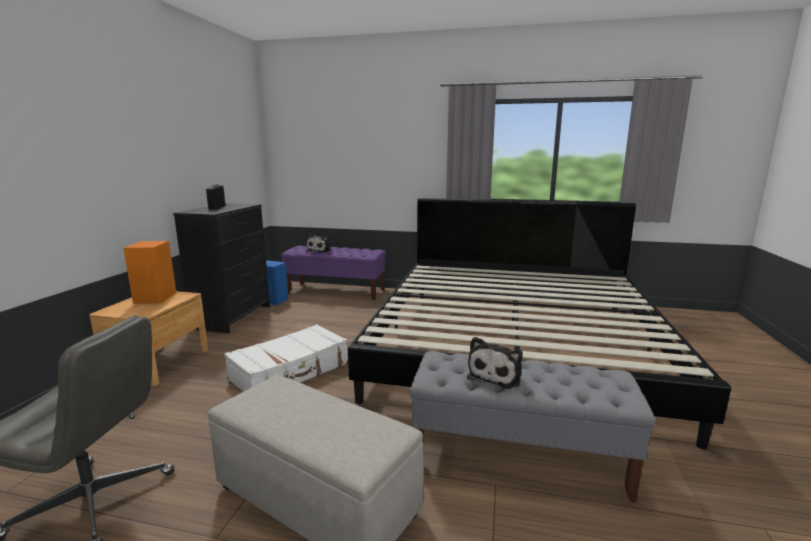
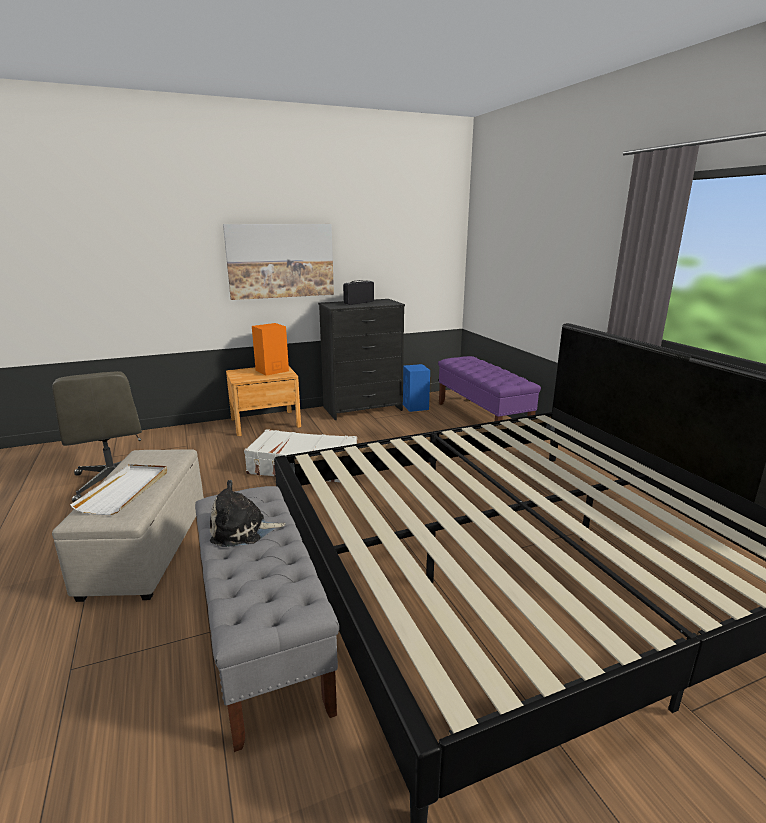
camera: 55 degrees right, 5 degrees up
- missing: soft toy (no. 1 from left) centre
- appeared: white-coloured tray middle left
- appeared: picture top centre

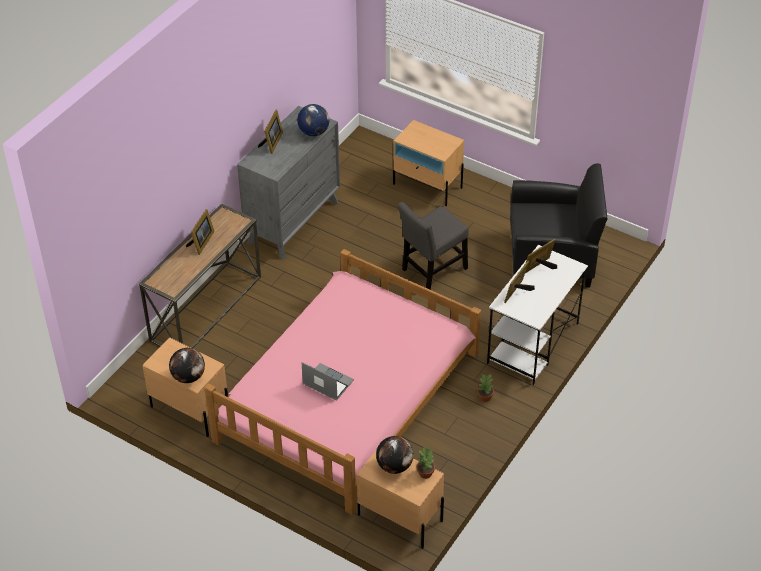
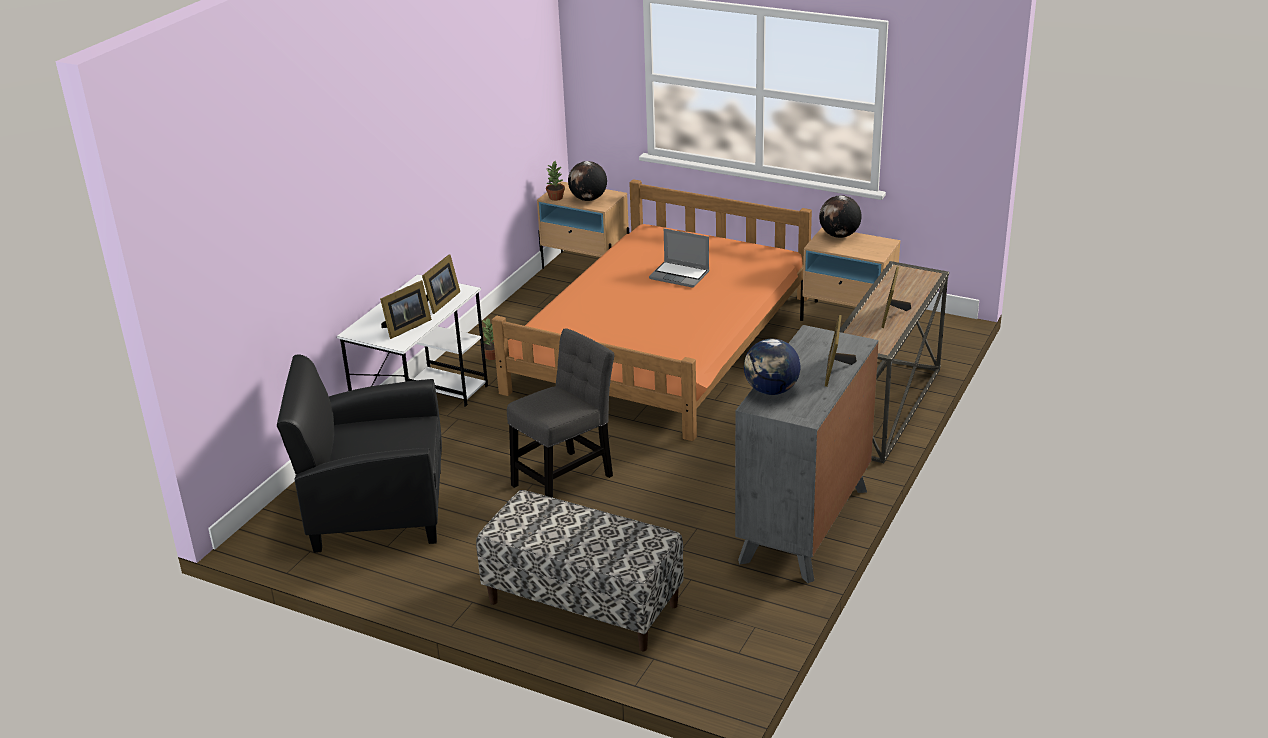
camera: 175 degrees right, 15 degrees down
- exchanged: beige-coloured nightstand (no. 3 from left) top centre to long seat bottom centre
- colour: pink-coloured bed bottom centre to orange bed centre

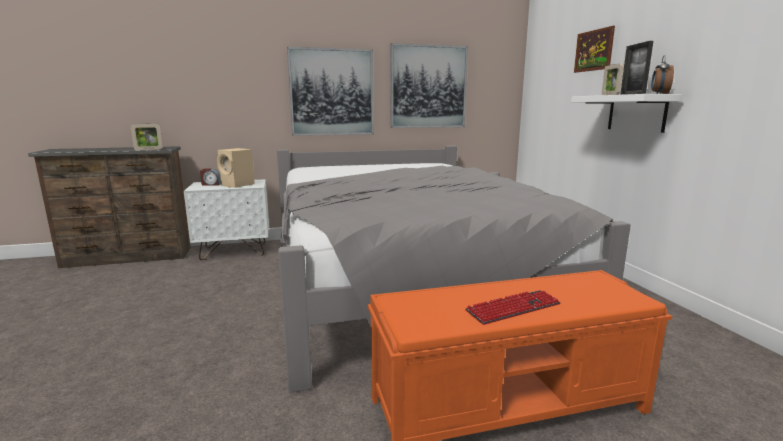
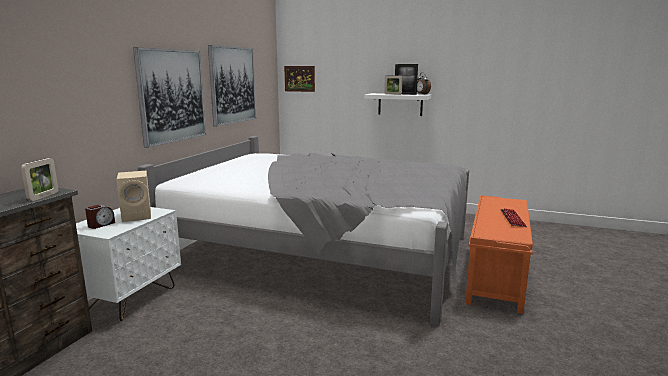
camera: 55 degrees left, 0 degrees up
- relocated: picture (no. 3 from left) top right to top centre

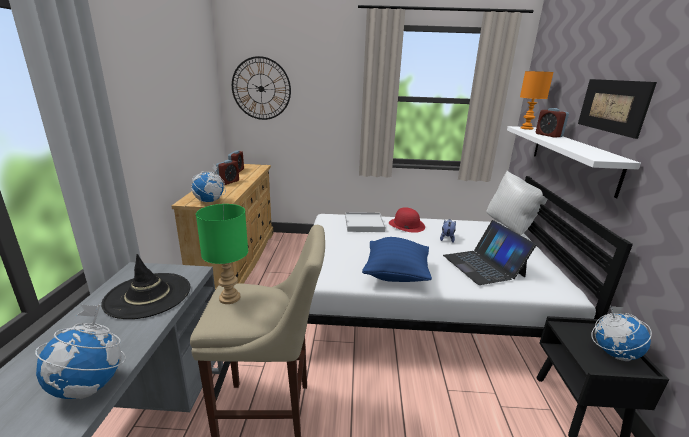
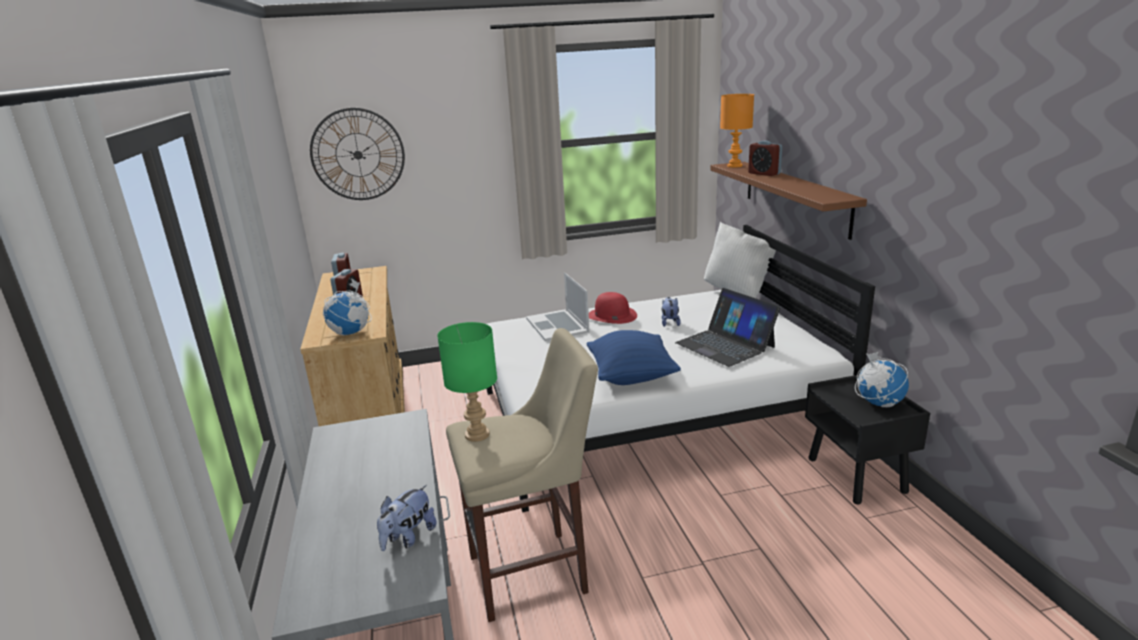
camera: 15 degrees left, 0 degrees up
- missing: black-coloured wearable hat middle left
- missing: picture top right
- exchanged: desk globe (no. 1 from left) bottom left to soft toy (no. 1 from left) bottom centre
- exchanged: white-coloured tray centre to laptop (no. 1 from left) centre
- colour: white-coloured bracket shelf middle right to brown bracket shelf top right

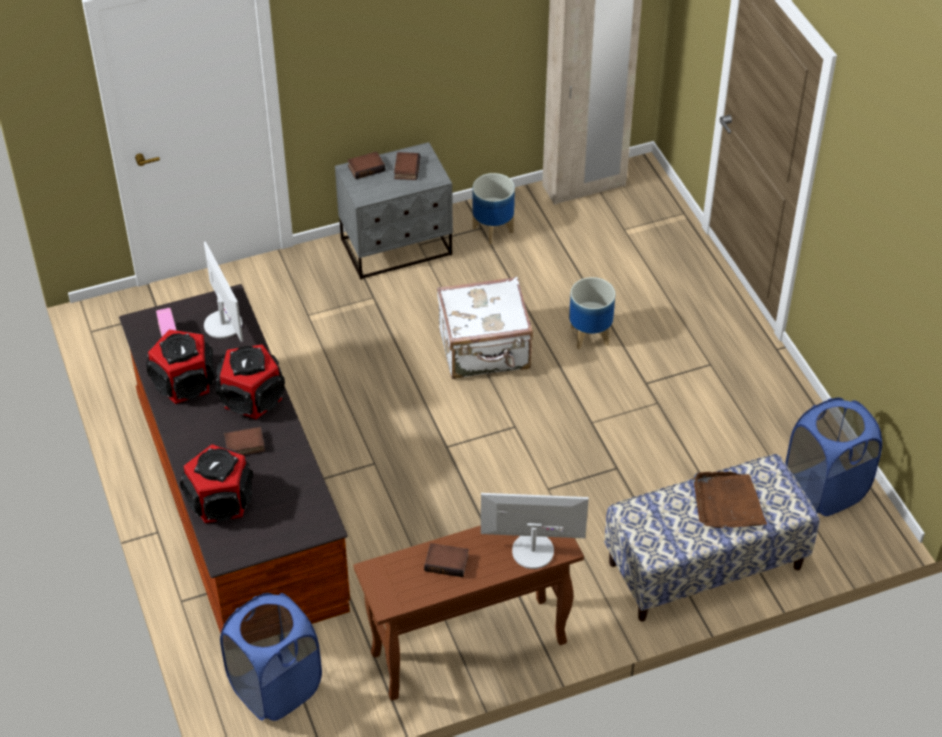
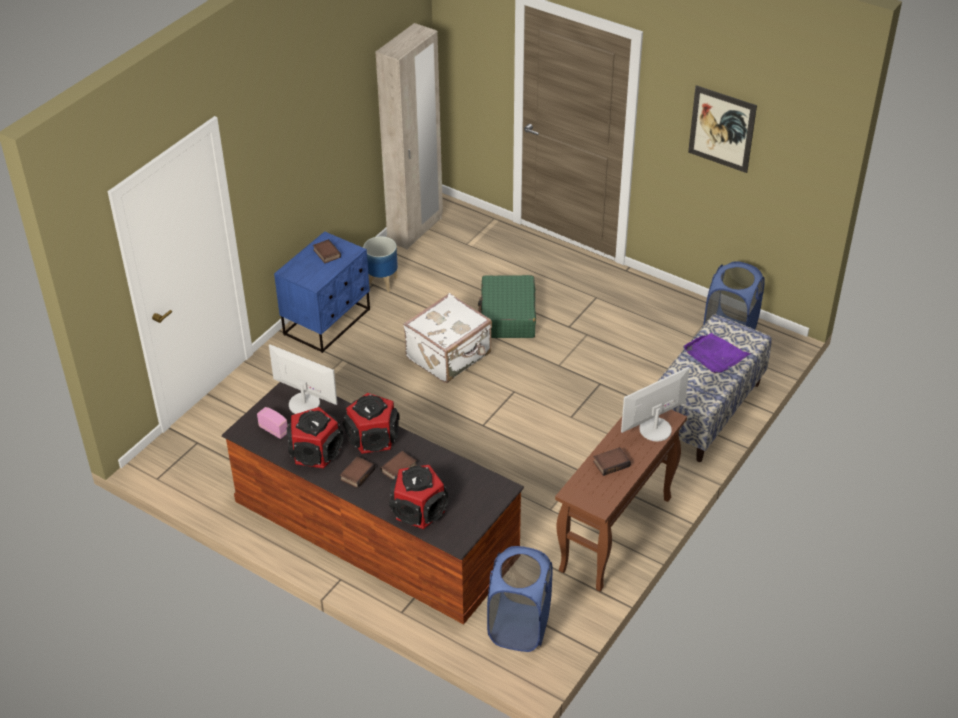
camera: 35 degrees left, 5 degrees down
- appeared: picture top right
- relocated: bound book (no. 2 from left) top centre to centre
- exchanged: plant pot (no. 2 from left) centre to green travel case centre
- colour: greyish nightstand top centre to bluish nightstand centre
- colour: brown tray bottom right to purplish tray middle right

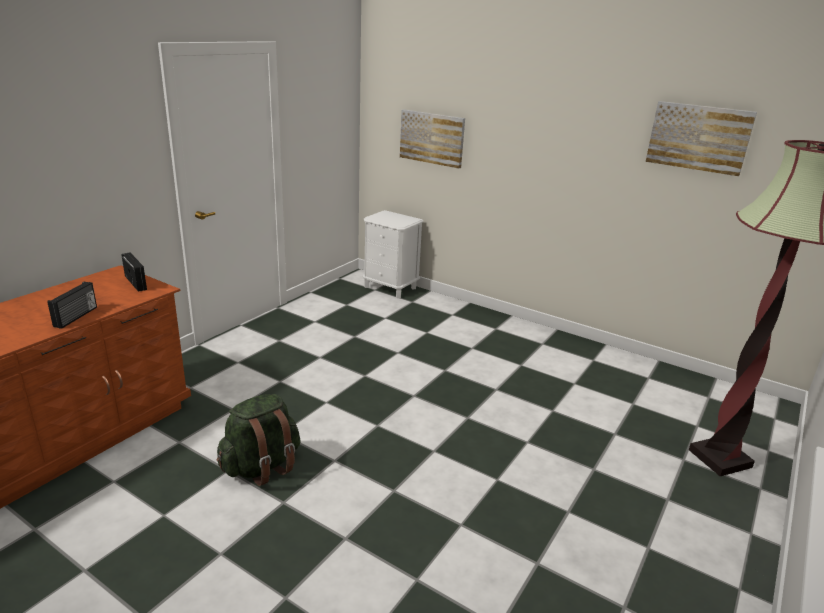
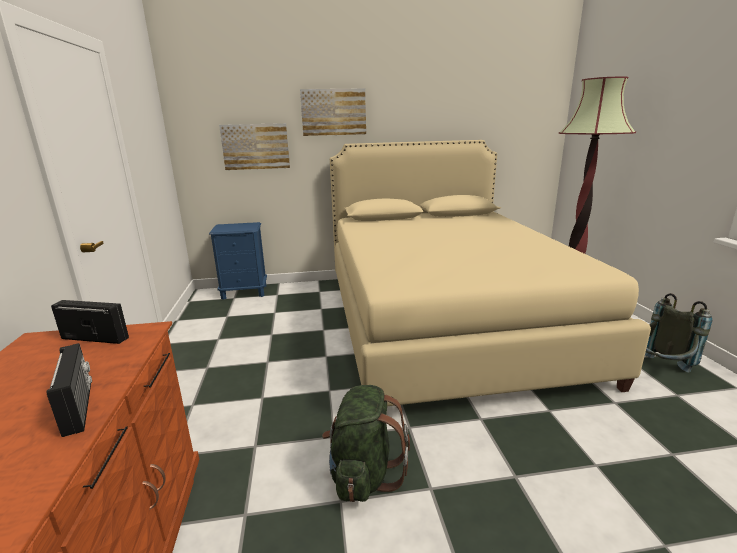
camera: 40 degrees left, 5 degrees down
- appeared: beige-coloured bed centre
- appeared: greyish backpack middle right
- relocated: picture (no. 2 from left) top right to top centre
- colour: white-coloured nightstand centre to bluish nightstand middle left

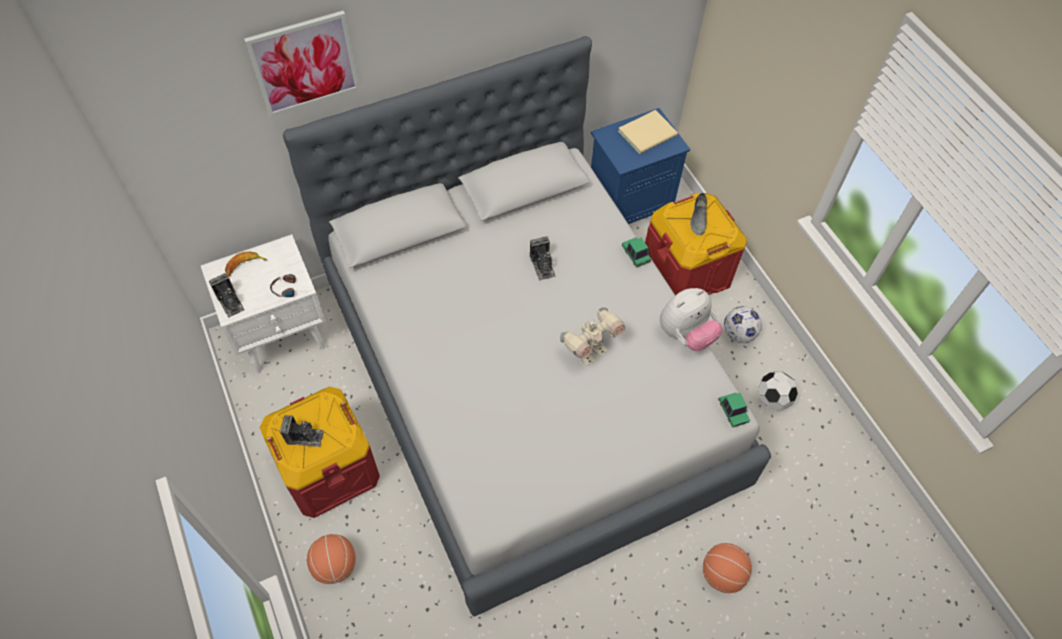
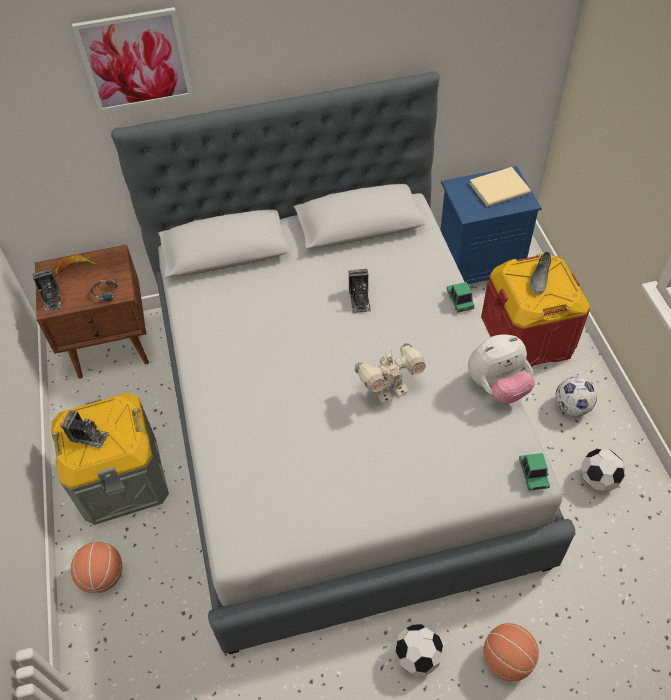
camera: 15 degrees right, 5 degrees down
- appeared: football (no. 1 from left) bottom centre
- colour: white-coloured nightstand middle left to brown nightstand middle left
- colour: red storage container (no. 1 from left) bottom left to greyish storage container middle left

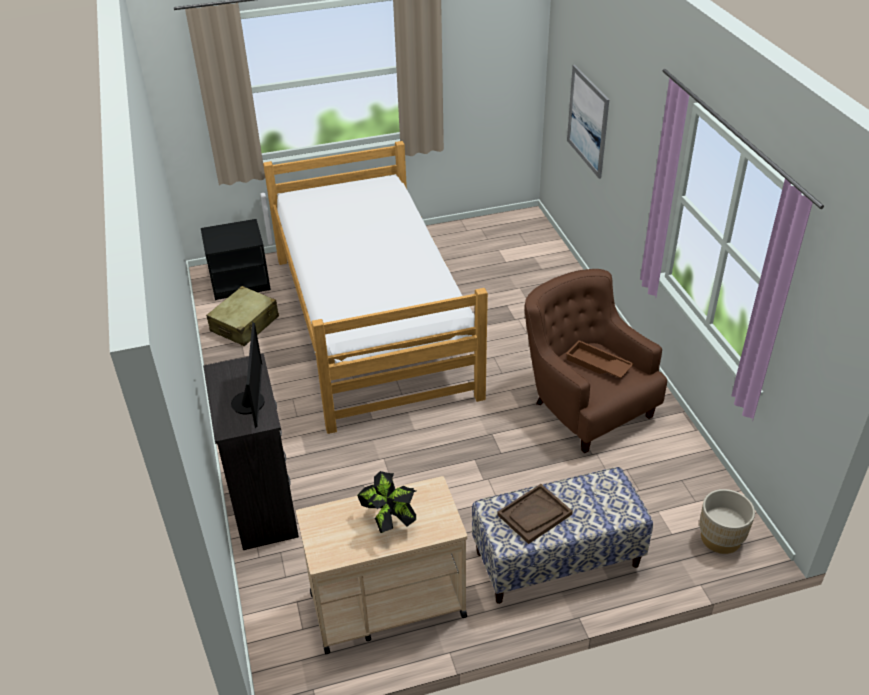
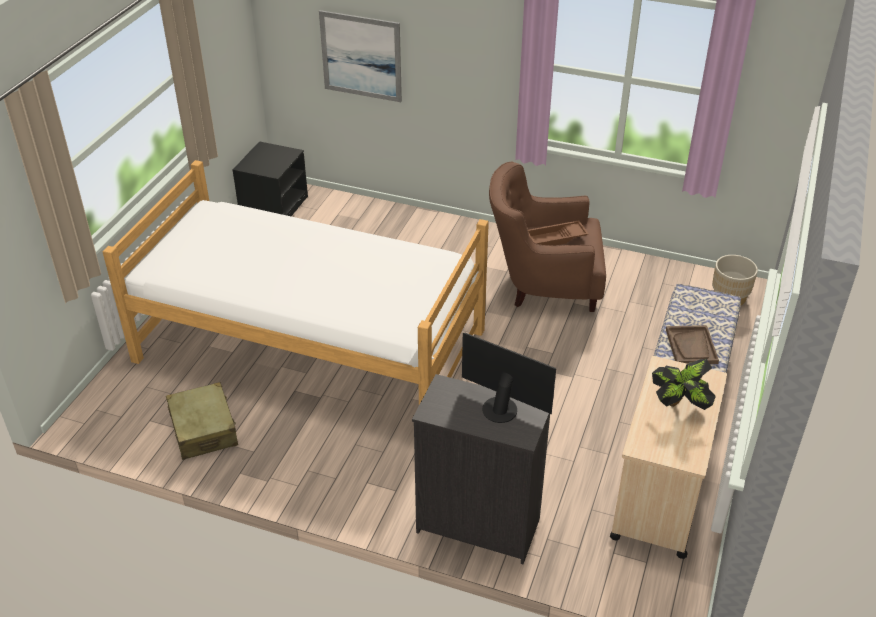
camera: 55 degrees left, 0 degrees up
- relocated: black-coloured nightstand middle left to top left

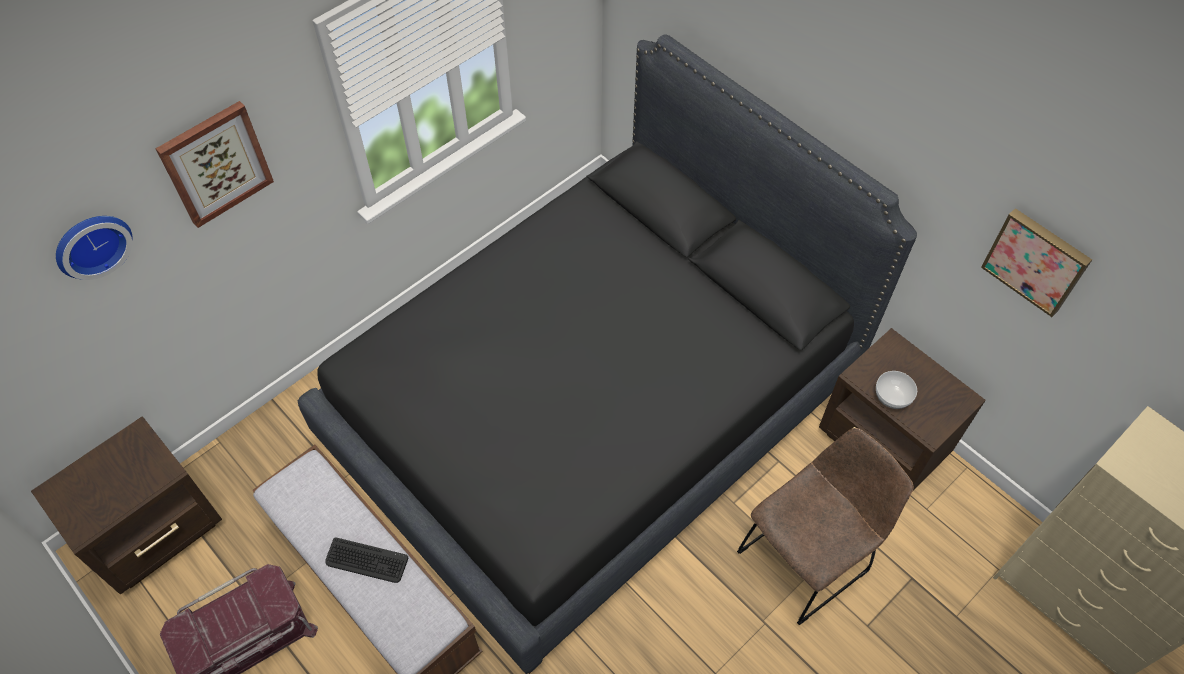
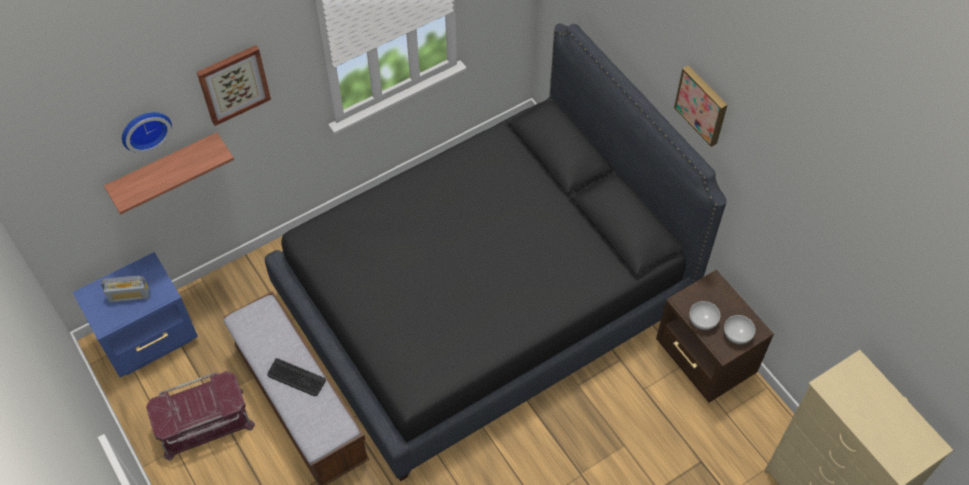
camera: 10 degrees right, 0 degrees up
- missing: brown upright chair bottom right
- appeared: radio set middle left
- appeared: bracket shelf middle left
- appeared: serving bowl (no. 2 from left) bottom right
- relocated: picture (no. 2 from left) middle right to top right
- colour: brown nightstand (no. 1 from left) bottom left to bluish nightstand middle left

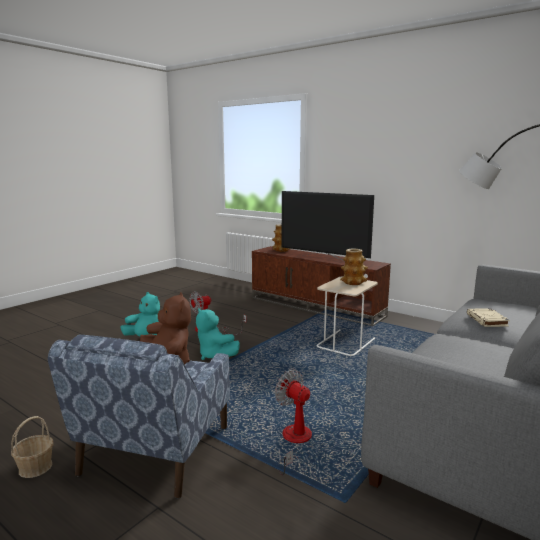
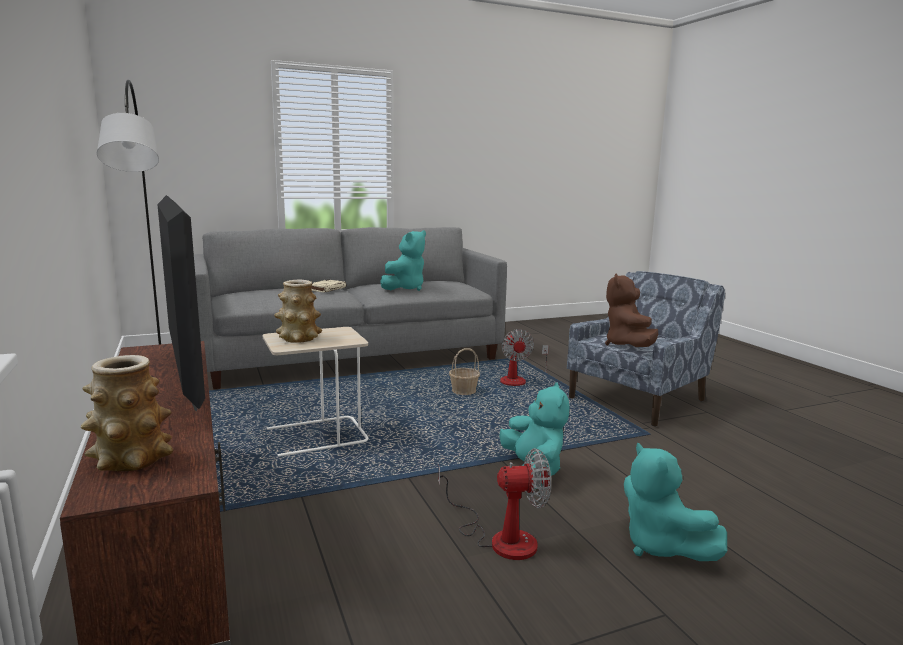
camera: 150 degrees left, 0 degrees up
- appeared: turquoise soft toy (no. 1 from left) centre
- relocated: household basket bottom left to centre

